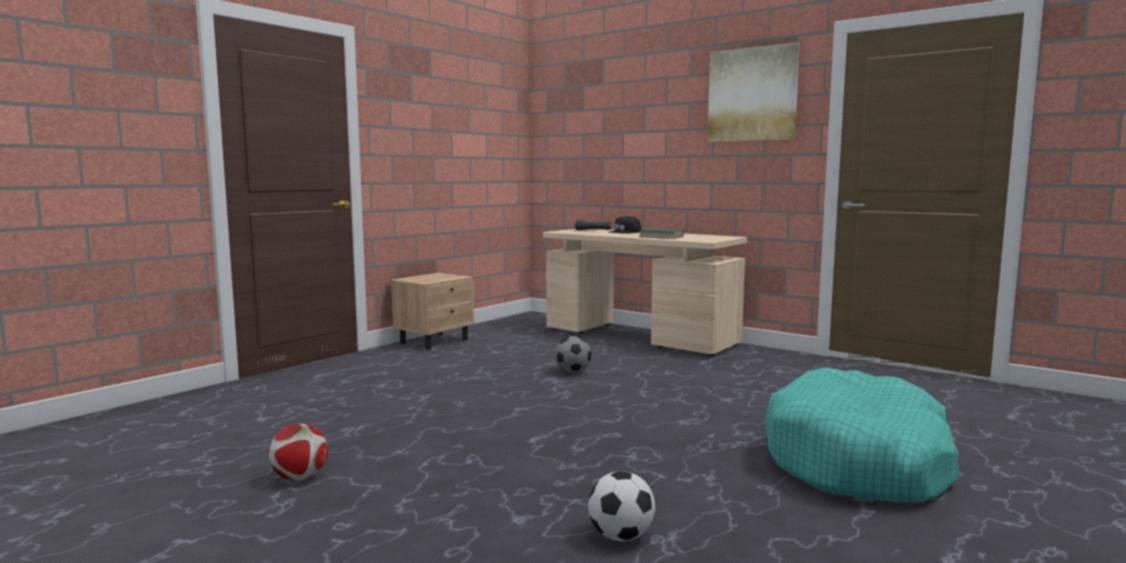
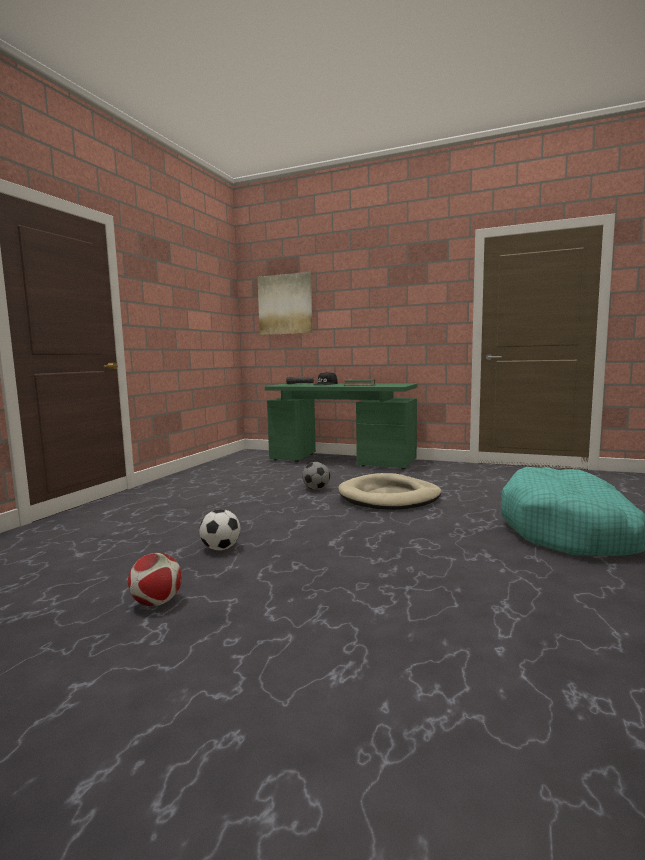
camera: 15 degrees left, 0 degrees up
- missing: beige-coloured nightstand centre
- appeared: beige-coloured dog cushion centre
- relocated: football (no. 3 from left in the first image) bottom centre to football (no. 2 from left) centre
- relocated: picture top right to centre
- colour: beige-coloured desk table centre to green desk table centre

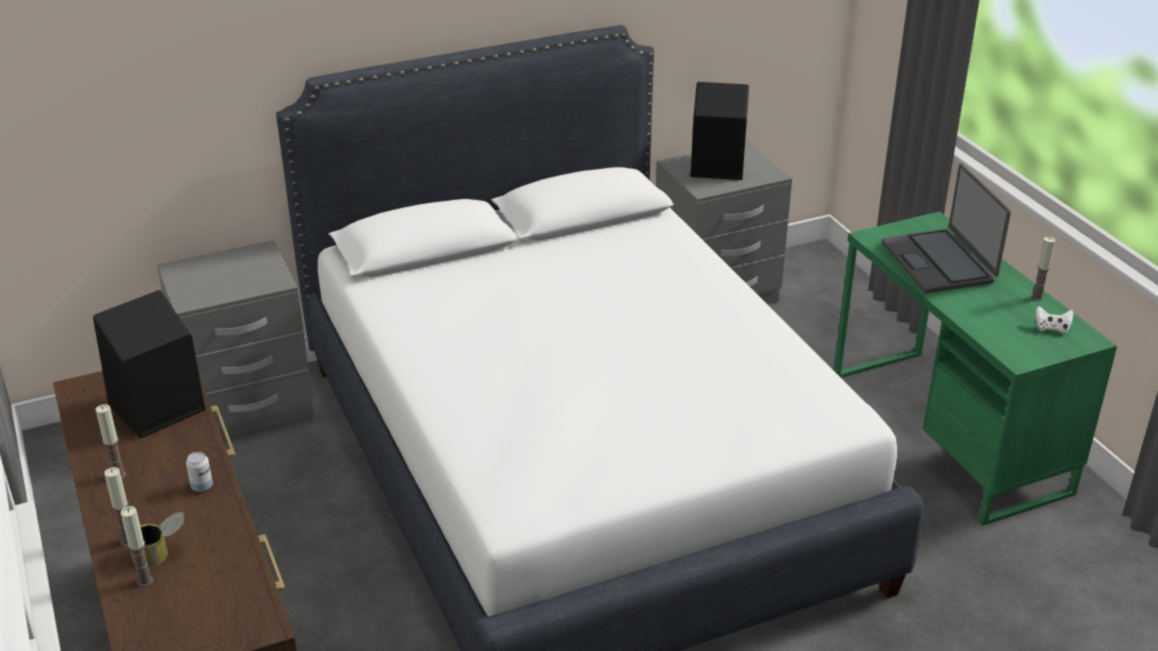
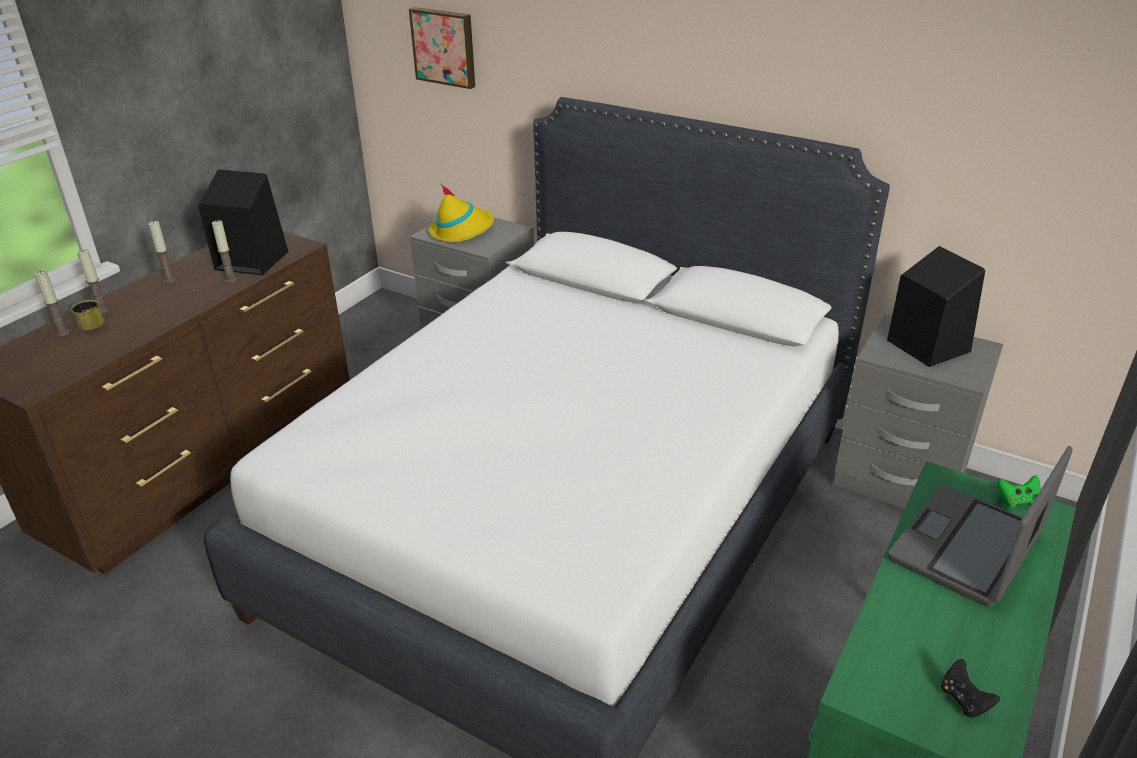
camera: 55 degrees right, 0 degrees up
- missing: sealed can (no. 2 from left) bottom left
- appeared: picture top centre
- appeared: yellow-coloured wearable hat top centre
- appeared: green gamepad middle right
- relocated: candle (no. 4 from left) middle right to top left
- colour: white-coloured gamepad middle right to black-coloured gamepad bottom right

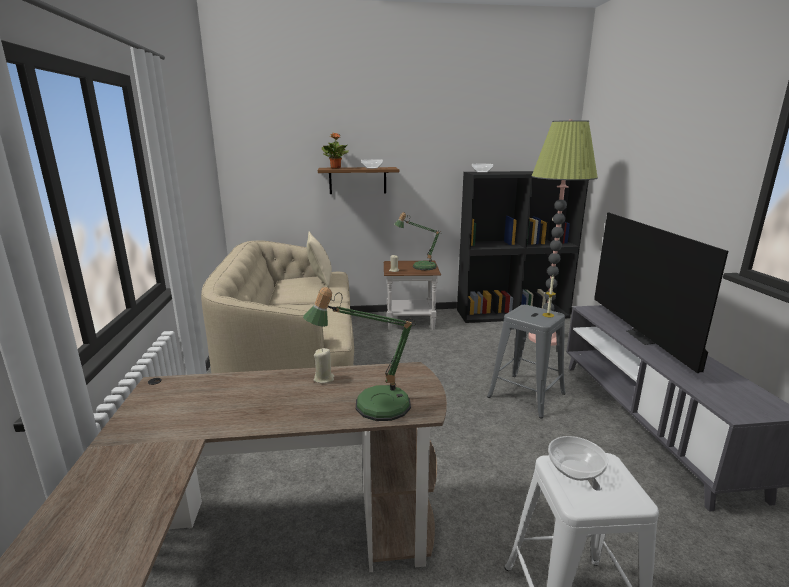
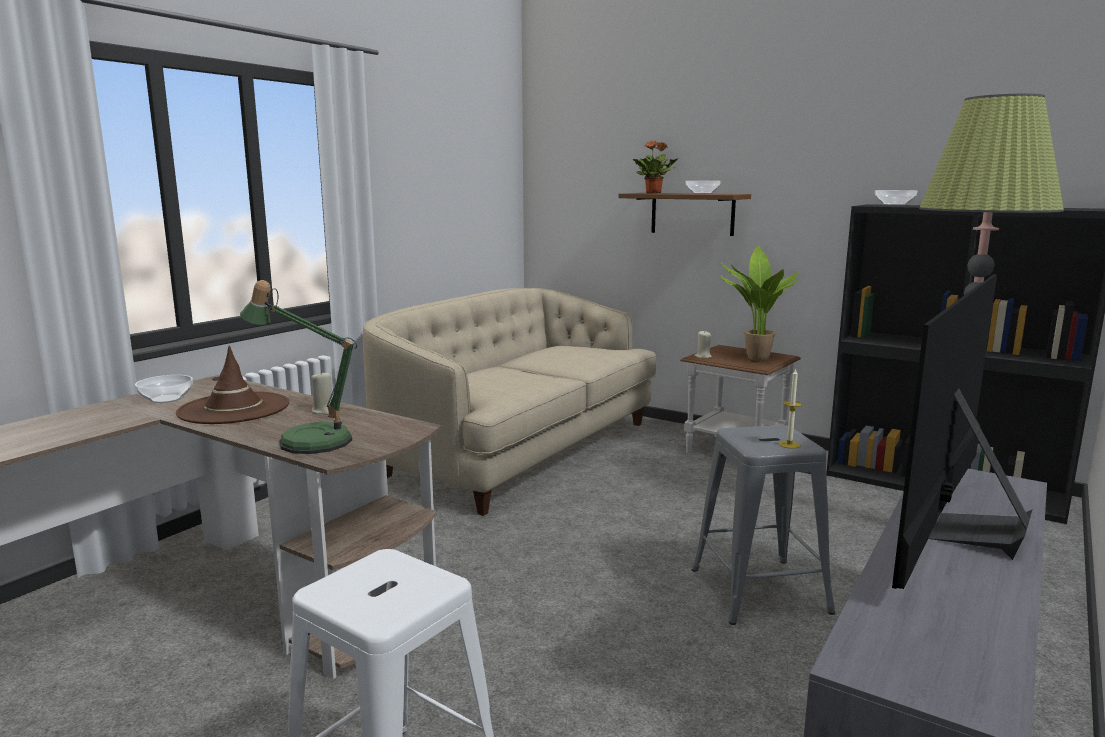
camera: 40 degrees right, 5 degrees down
- missing: beige-coloured pillow centre
- appeared: brown wearable hat middle left
- relocated: serving bowl (no. 3 from left in the first image) bottom right to serving bowl (no. 1 from left) middle left
- exchanged: tabletop lamp (no. 2 from left) centre to potted plant (no. 2 from left) middle right

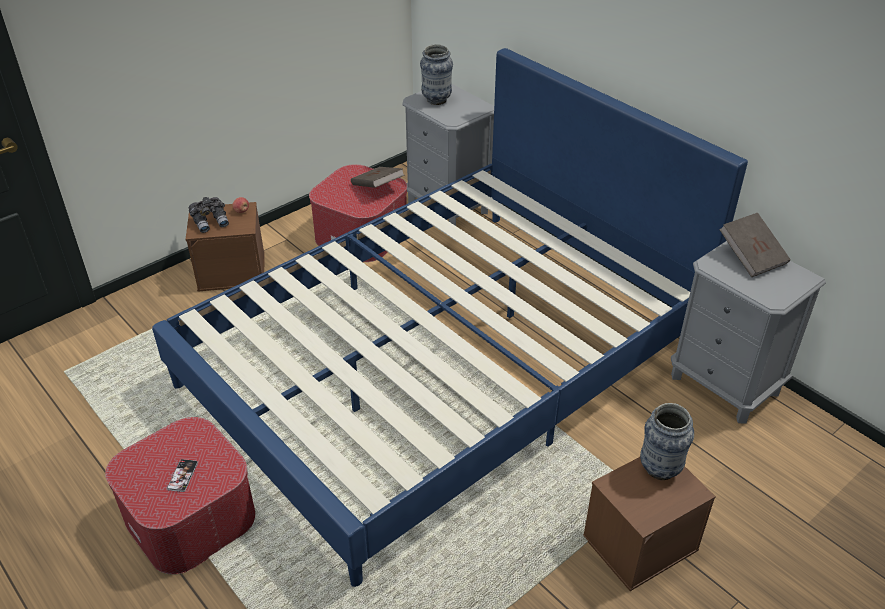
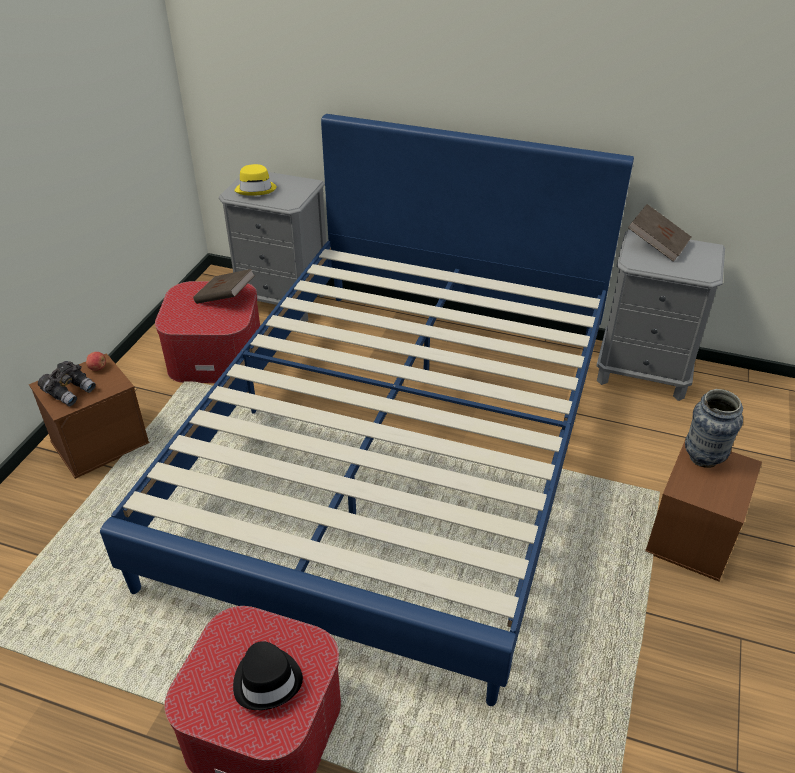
camera: 30 degrees left, 0 degrees up
- exchanged: handset bottom left to black-coloured wearable hat bottom centre
- exchanged: flower vase (no. 1 from left) top centre to yellow-coloured wearable hat top left

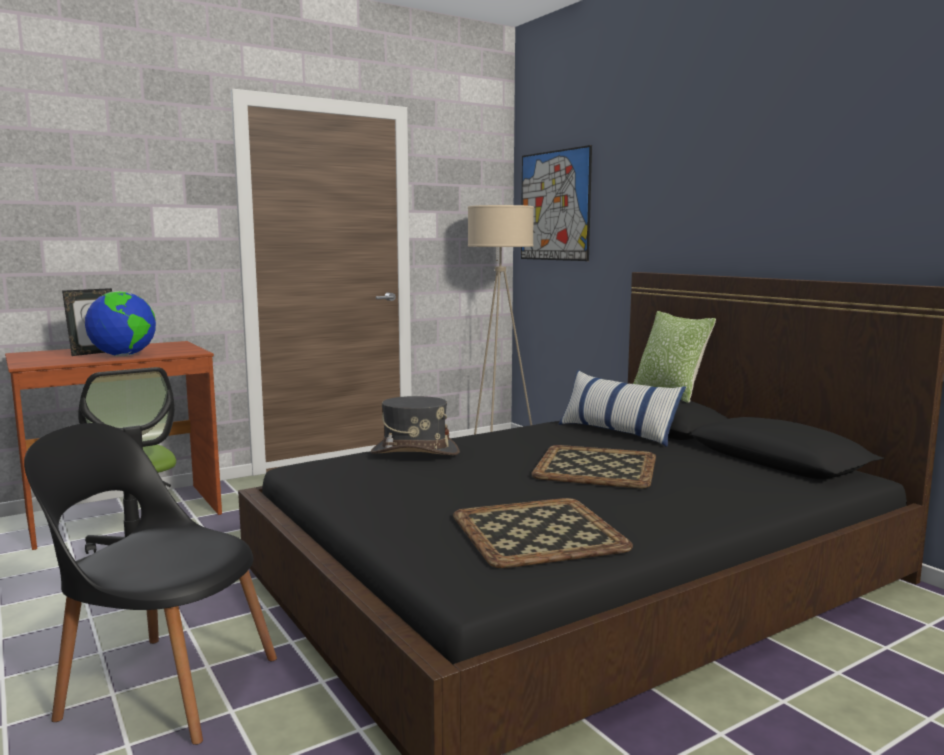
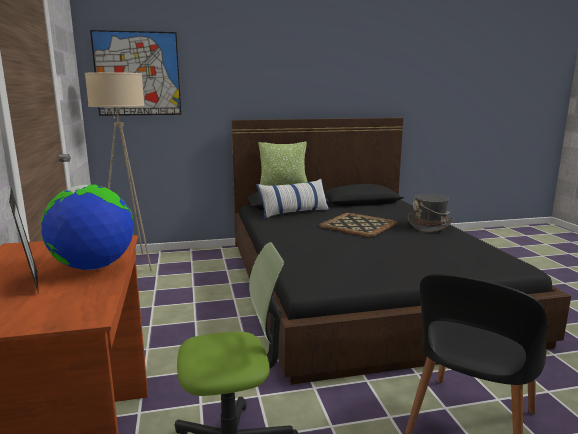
camera: 70 degrees left, 5 degrees up
- missing: tray (no. 1 from left) bottom centre
- relocated: greyish wearable hat centre to middle right

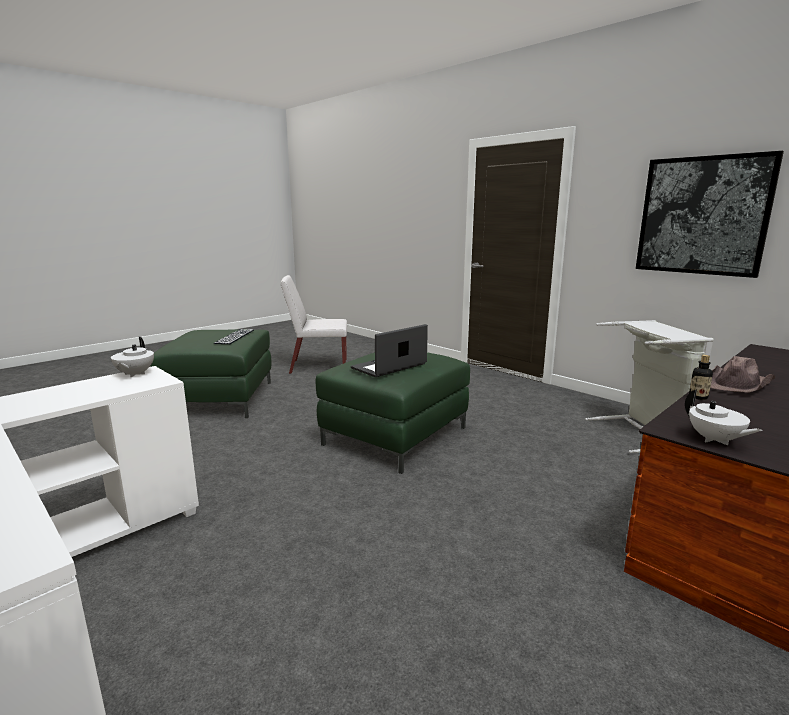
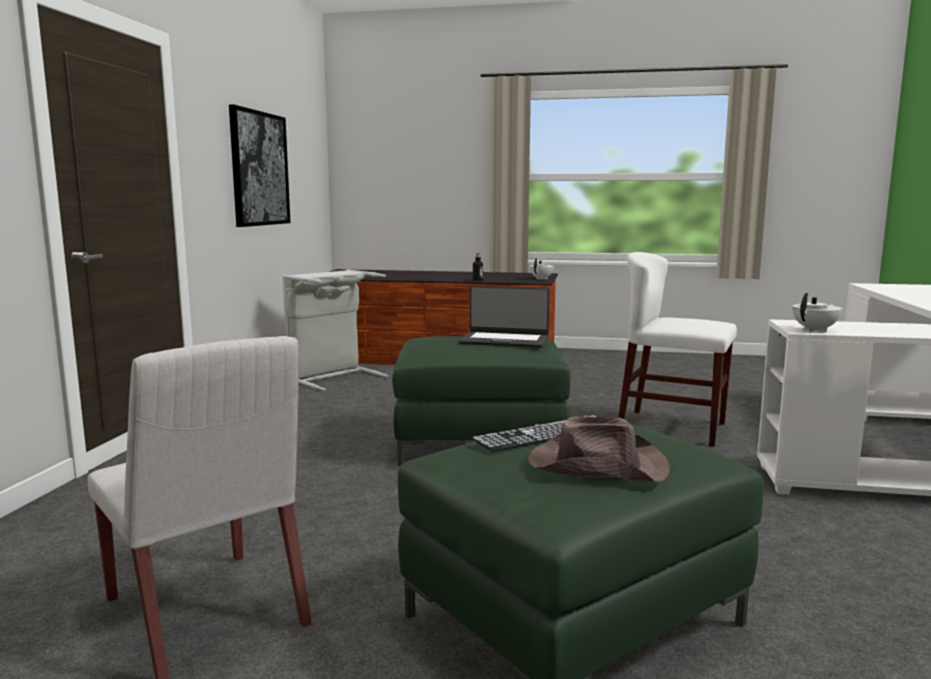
camera: 125 degrees left, 5 degrees down
- appeared: white-coloured upright chair (no. 2 from left) middle right
- relocated: brown wearable hat middle right to centre

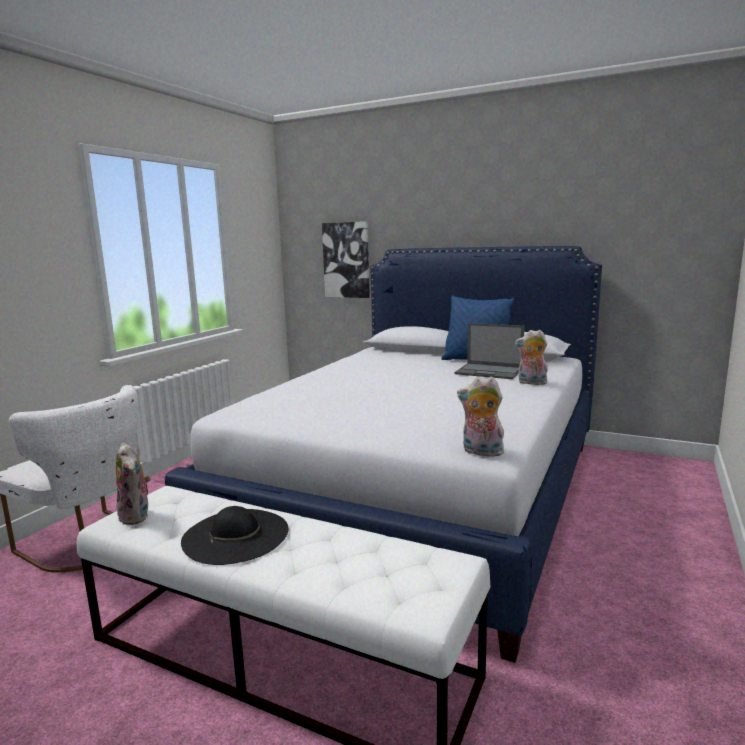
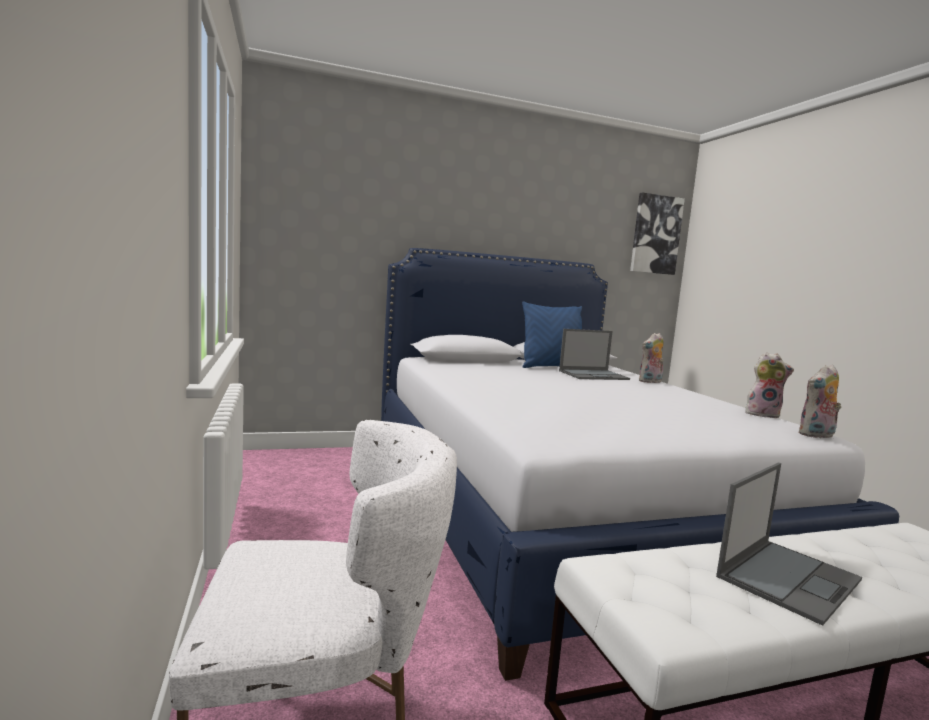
camera: 45 degrees left, 5 degrees down
- relocated: soft toy (no. 1 from left in the first image) middle left to soft toy (no. 2 from left) middle right
- relocated: picture centre to top right
- exchanged: black-coloured wearable hat bottom left to laptop (no. 2 from left) bottom right

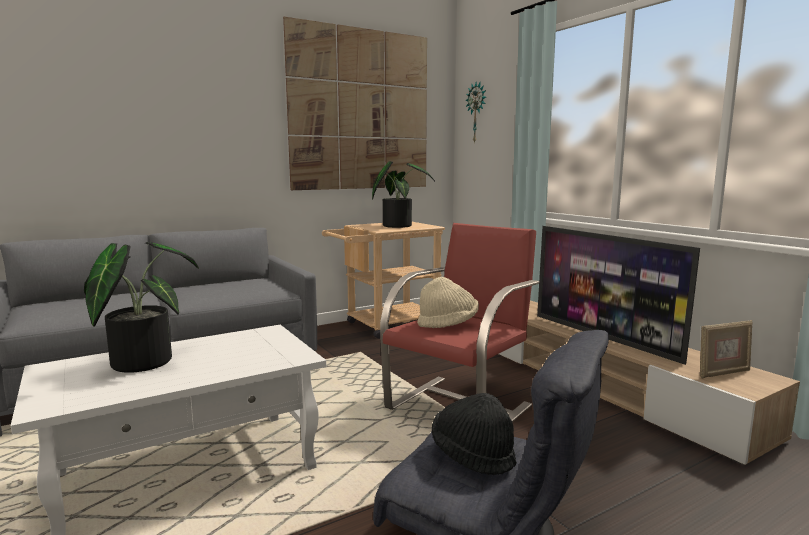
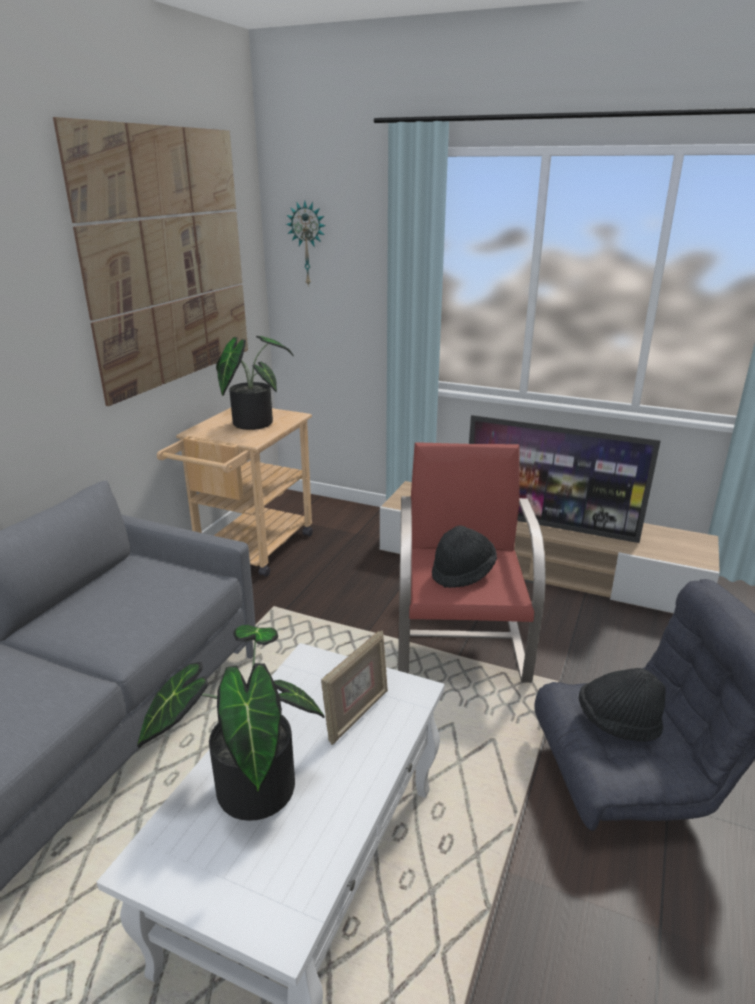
camera: 35 degrees left, 15 degrees up
- relocated: photo frame middle right to bottom centre
- colour: beige-coloured wearable hat centre to black-coloured wearable hat (no. 1 from left) centre

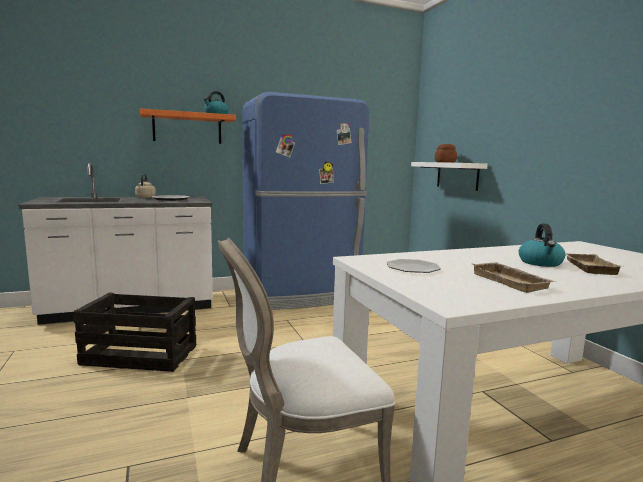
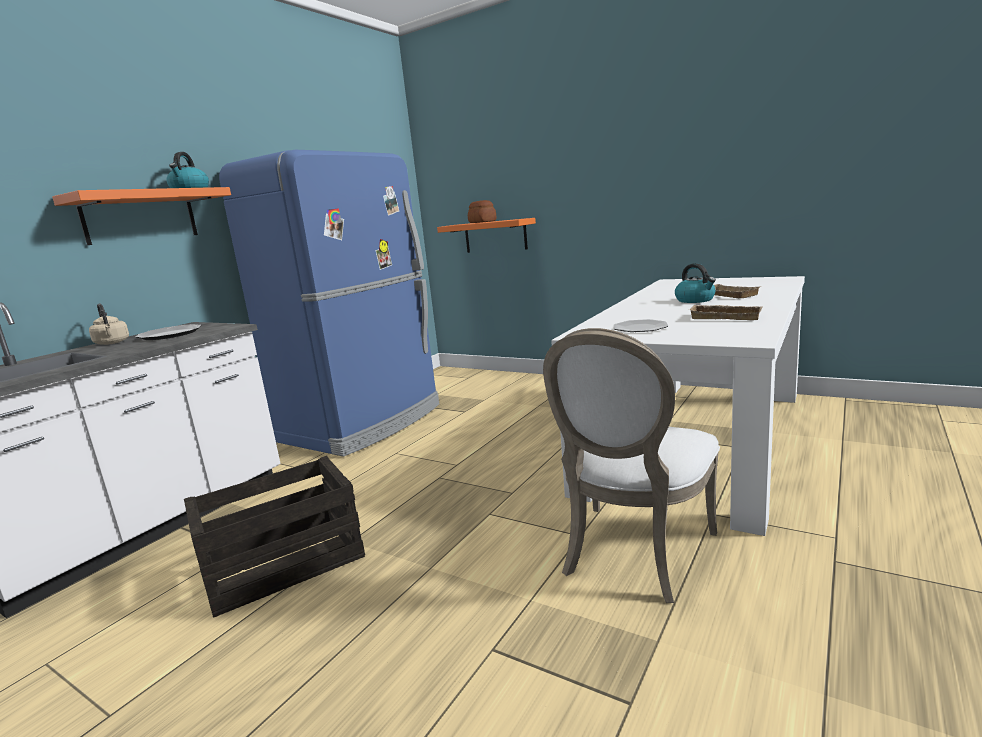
camera: 35 degrees left, 5 degrees up
- colour: white-coloured bracket shelf middle right to orange bracket shelf (no. 2 from left) top centre

